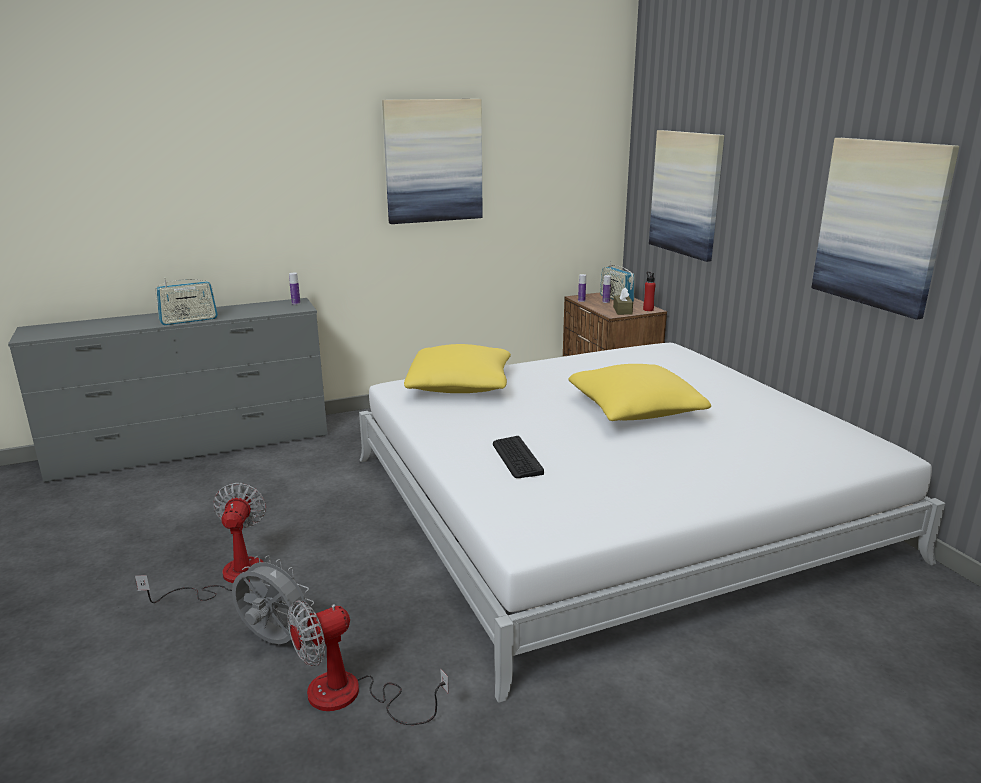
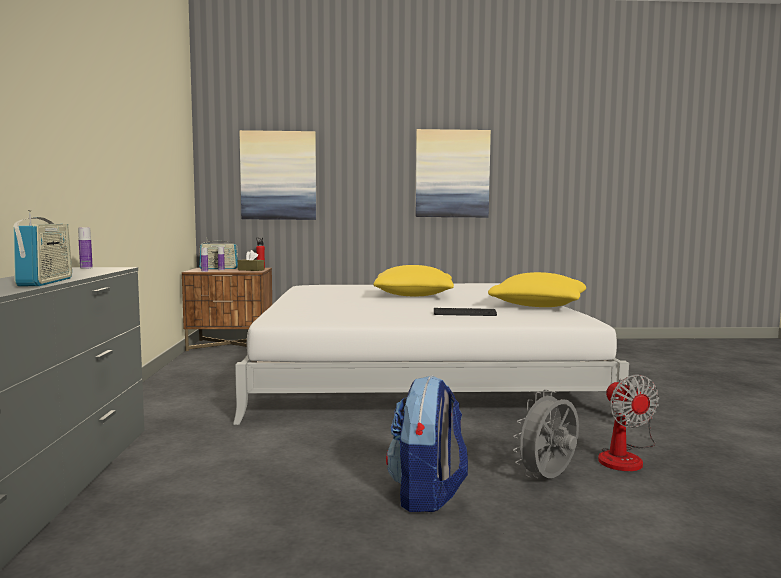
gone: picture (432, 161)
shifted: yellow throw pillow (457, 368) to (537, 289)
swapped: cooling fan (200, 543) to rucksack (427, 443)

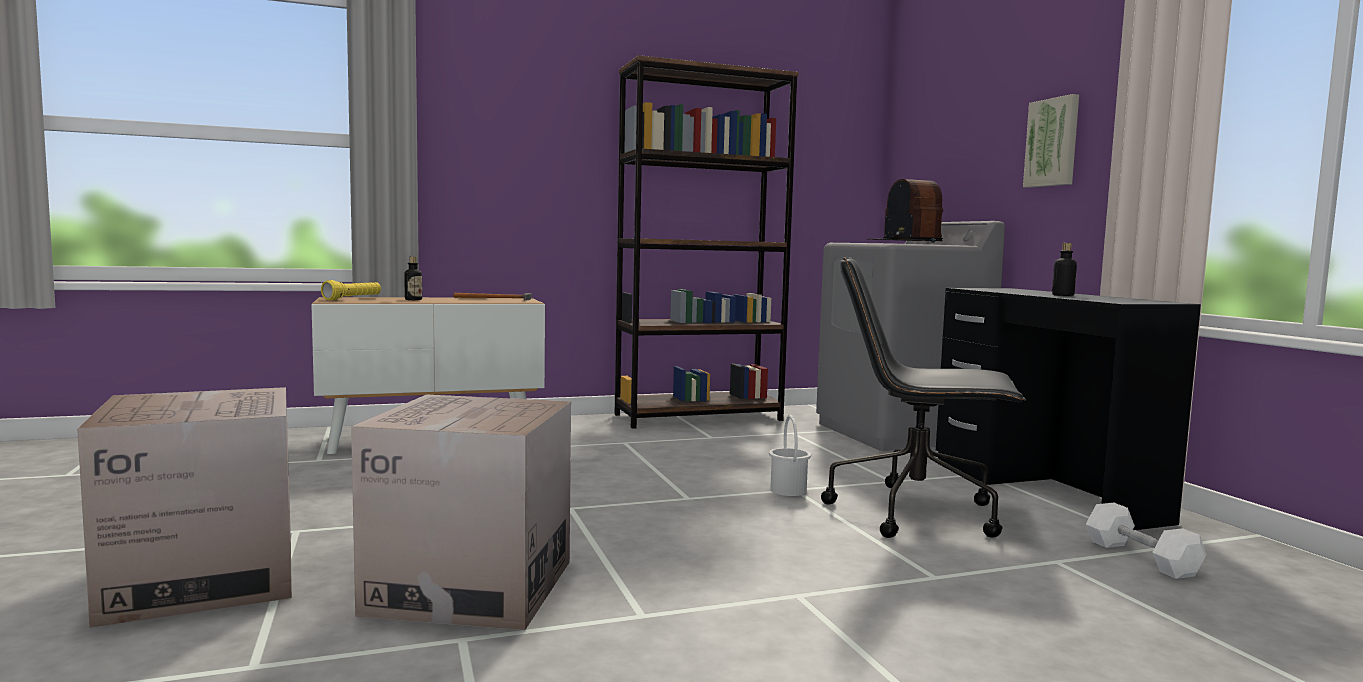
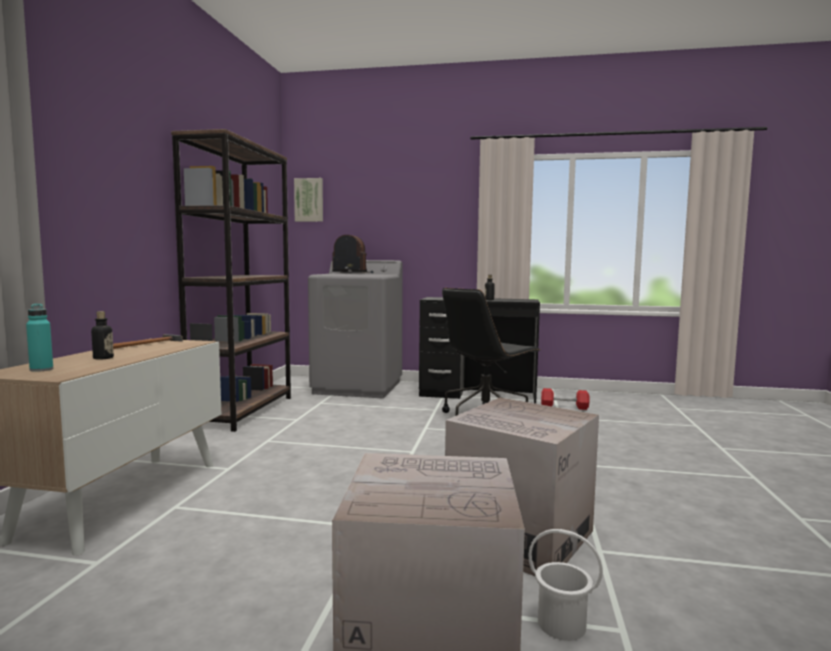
shifted: picture (1051, 141) to (308, 200); white-coloured pail (790, 455) to (566, 585)
swapped: yellow hand torch (351, 290) to turquoise drink bottle (39, 338)
repainted: white-coloured dumbbell (1146, 541) to reddish dumbbell (565, 399)

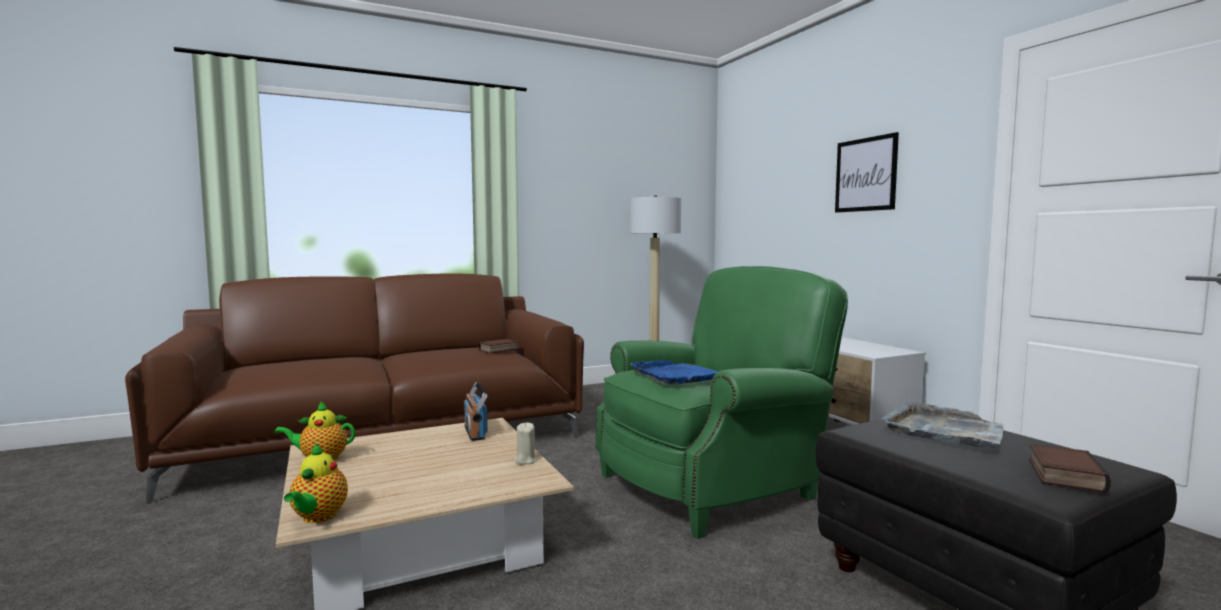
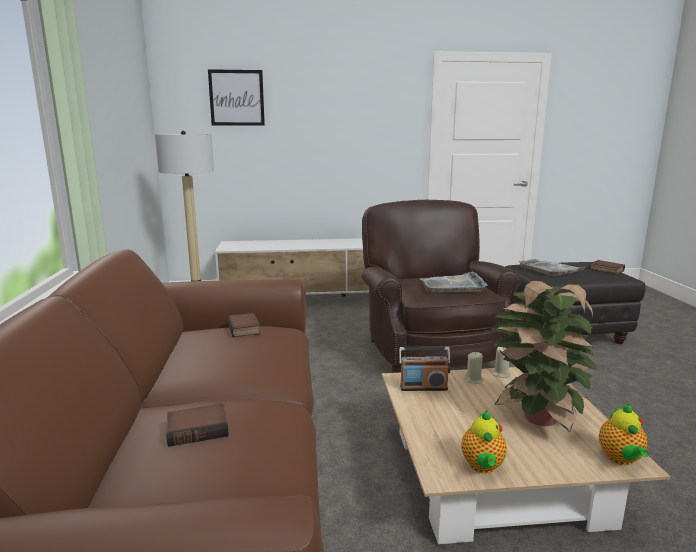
new: houseplant (544, 356); sand-coloured wax candle (473, 368); bound book (197, 425)
shifted: picture (867, 172) to (236, 97)
repainted: green-coloured lounge chair (721, 402) to brownish lounge chair (441, 286); blue carrying tray (674, 372) to gray carrying tray (453, 282)
rotated: teapot (316, 483) = (624, 434) 75 degrees clockwise

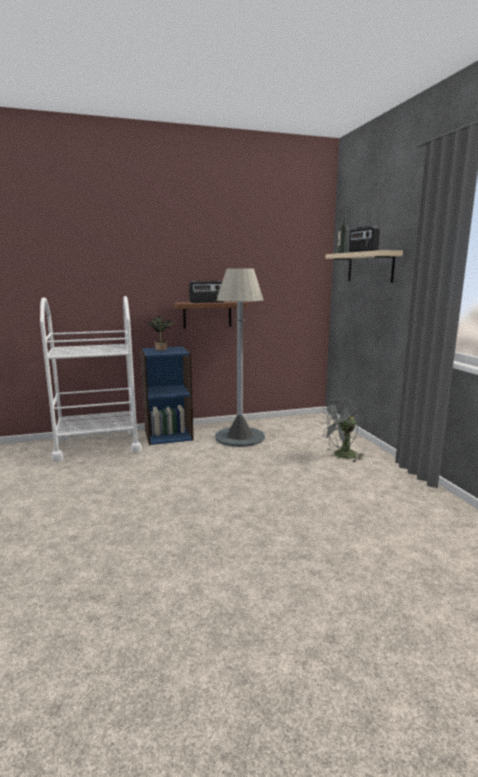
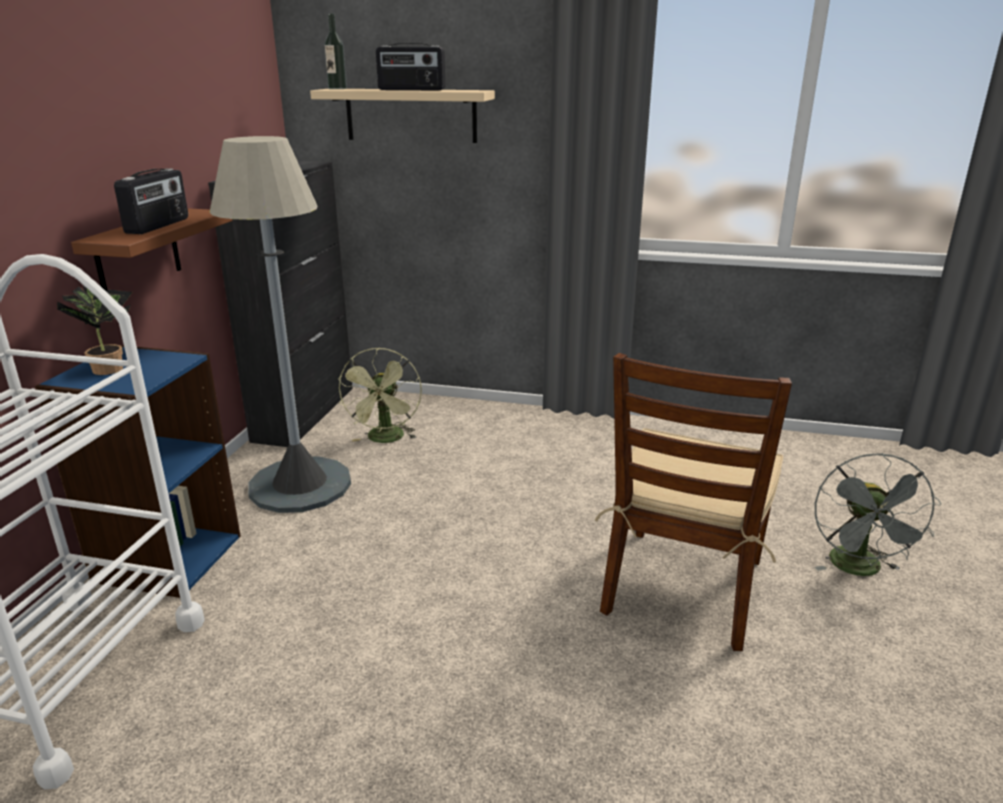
new: black-coloured cupboard (280, 304); green-coloured cooling fan (379, 395); brownish chair (693, 502)
shifted: gray cooling fan (341, 430) to (877, 514)

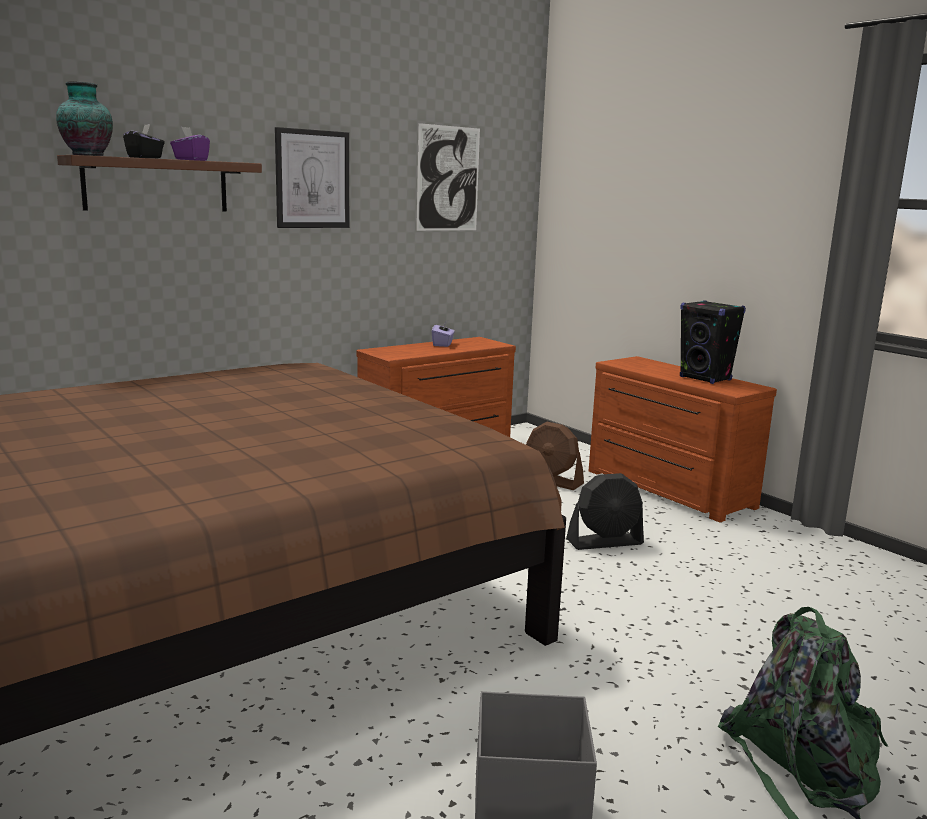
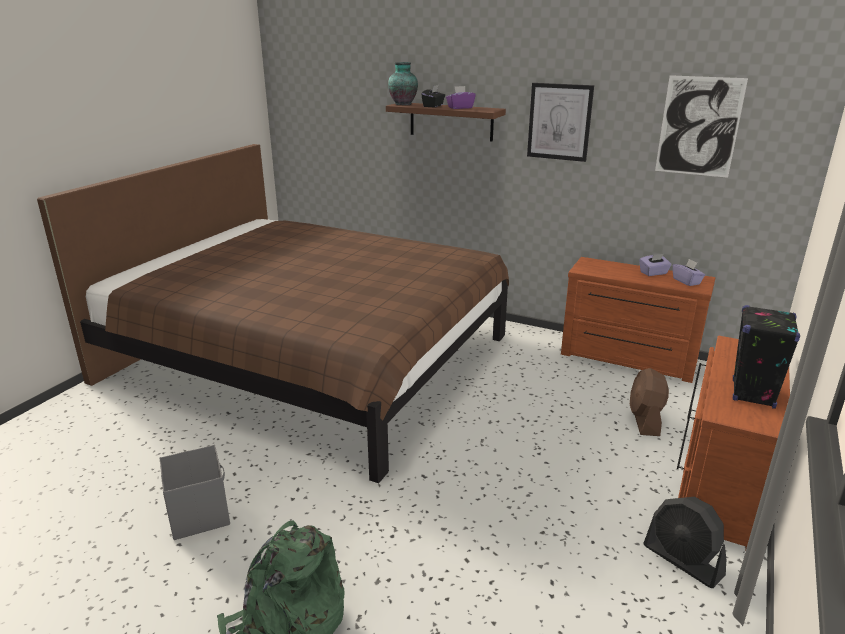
new: purple-coloured tissue box (689, 272)
shifted: black-coloured cooling fan (605, 511) to (684, 542)

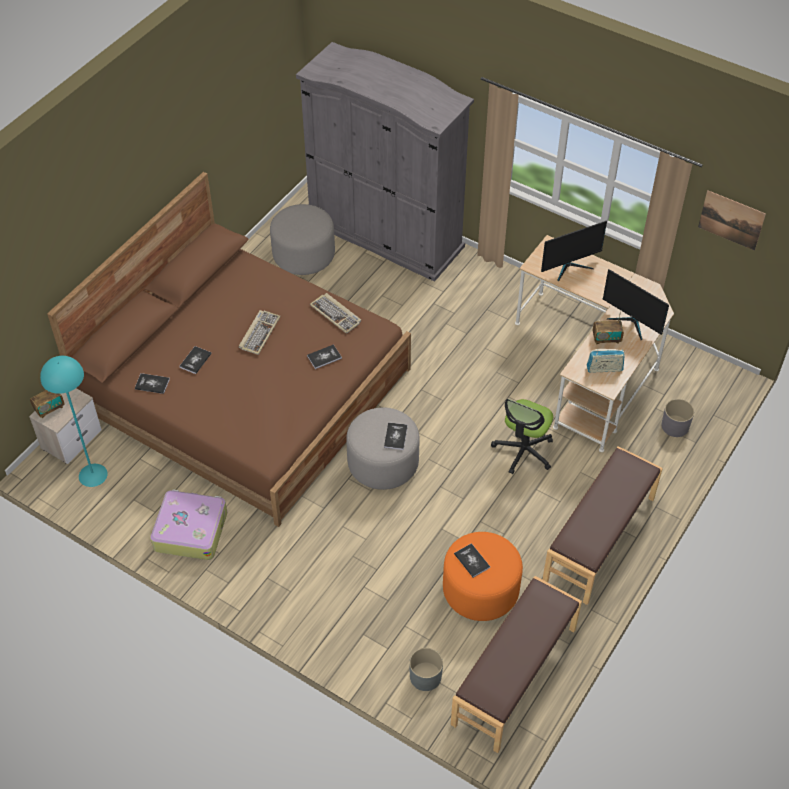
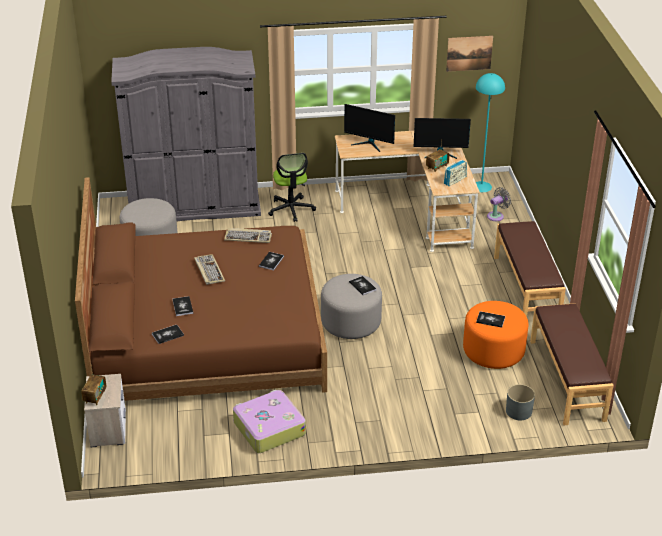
shifted: turquoise floor lamp (74, 421) to (490, 132); office chair (522, 436) to (292, 187)
swapped: gray plant pot (677, 418) to gray cooling fan (499, 204)
rotated: computer screen (574, 251) = (369, 128) 90 degrees clockwise

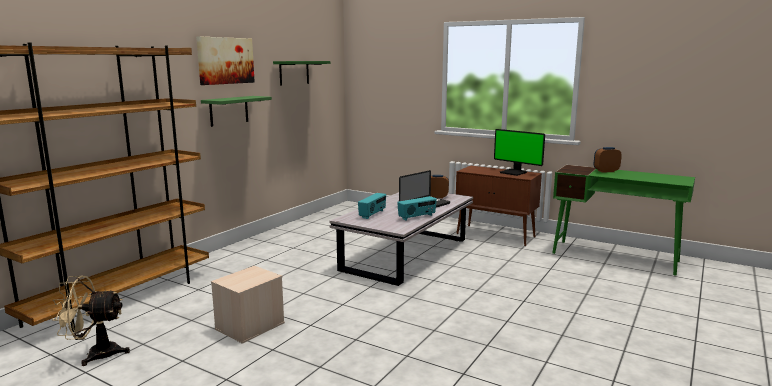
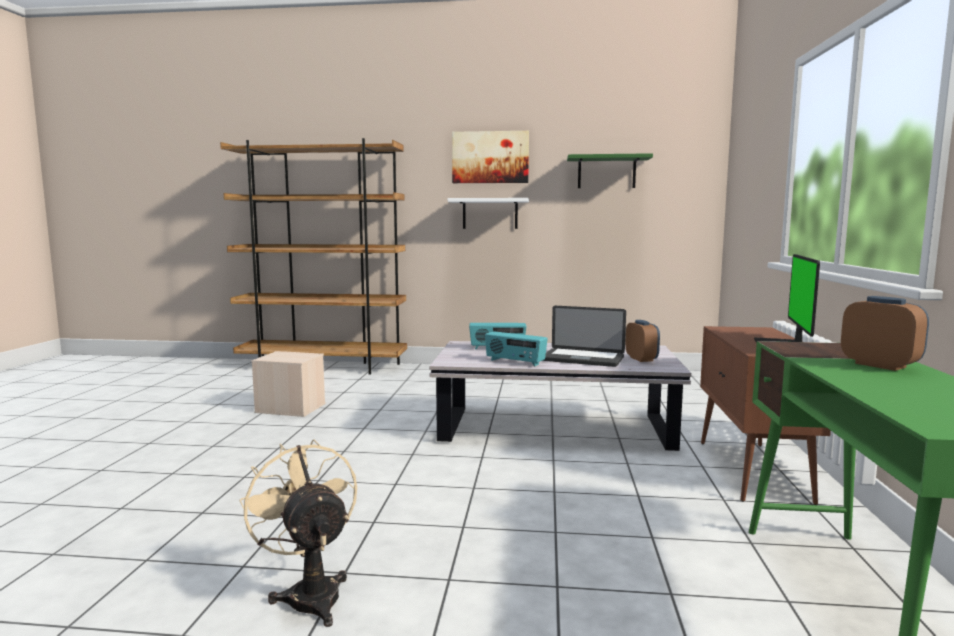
shifted: sand-coloured cooling fan (91, 321) to (298, 533)
repainted: green-coloured shelf (236, 111) to white-coloured shelf (488, 213)

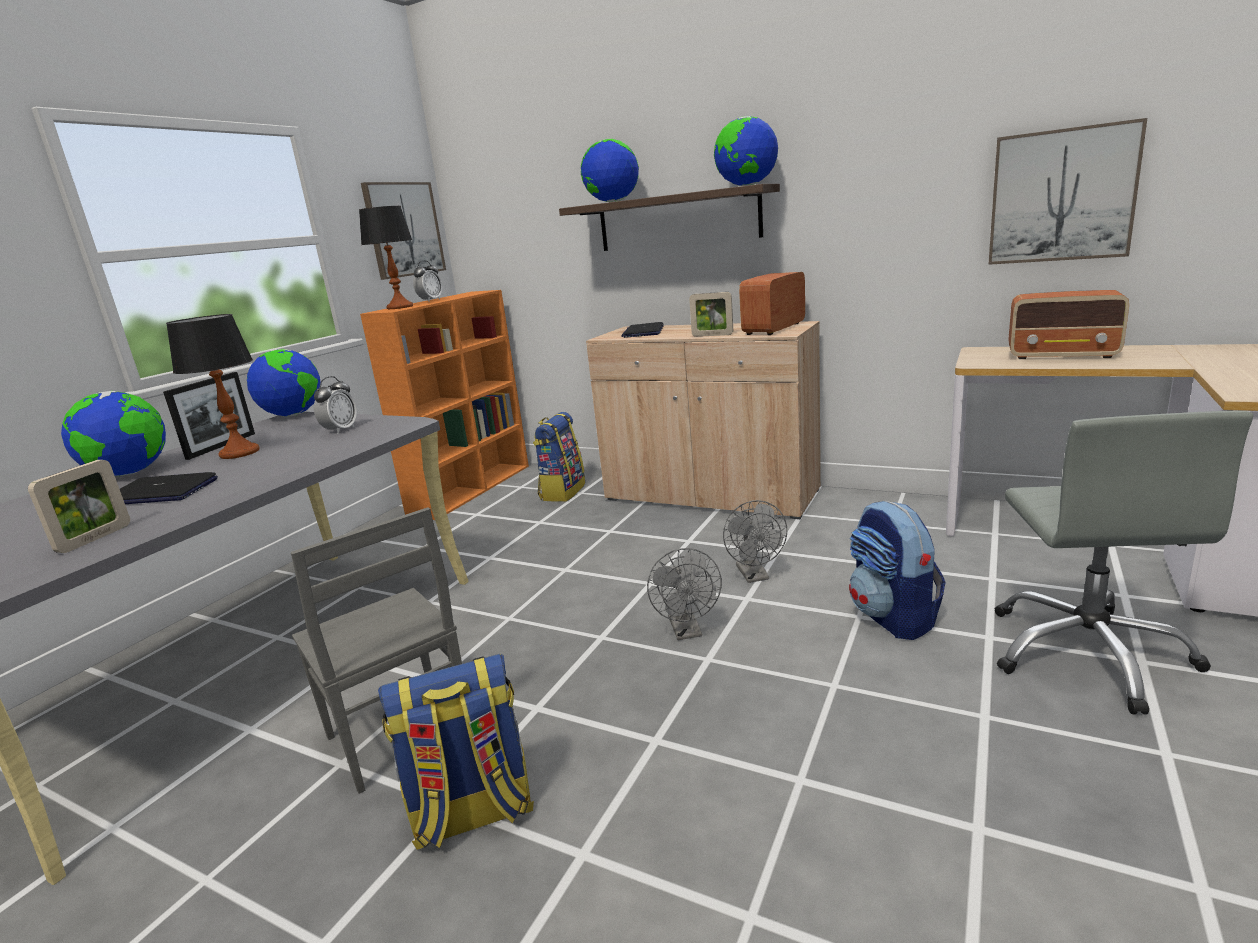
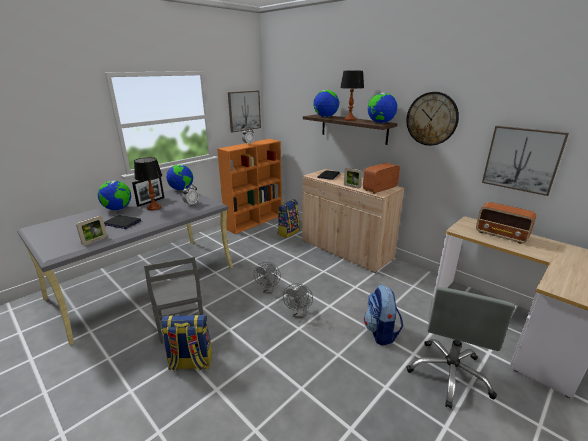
new: wall clock (432, 119)
shifted: tabletop lamp (386, 257) to (352, 96); gray cooling fan (755, 541) to (267, 278)

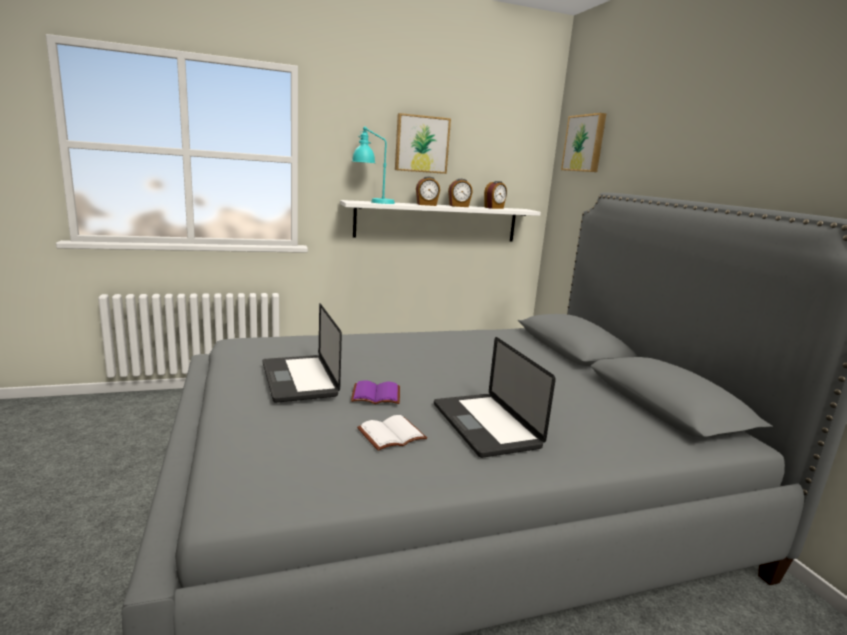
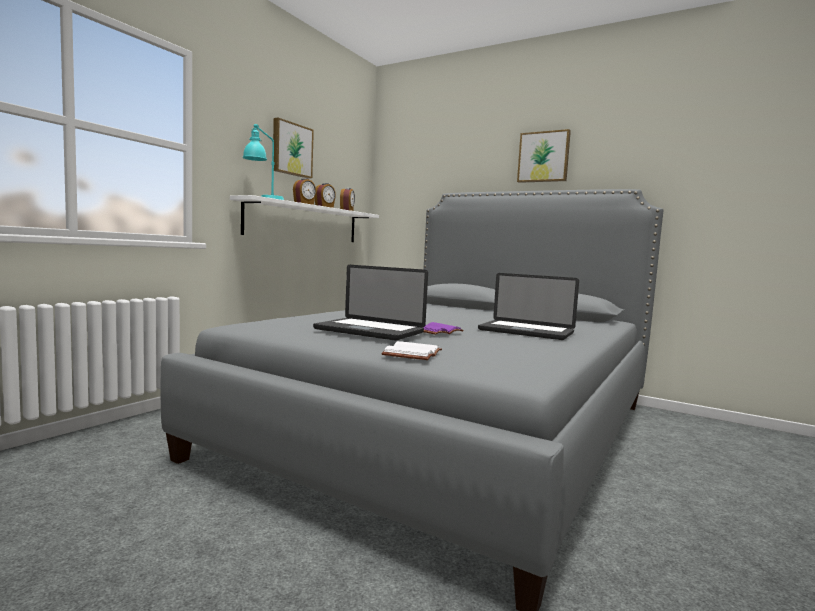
shifted: picture (584, 142) to (544, 156); white-coloured bound book (392, 433) to (411, 350)

